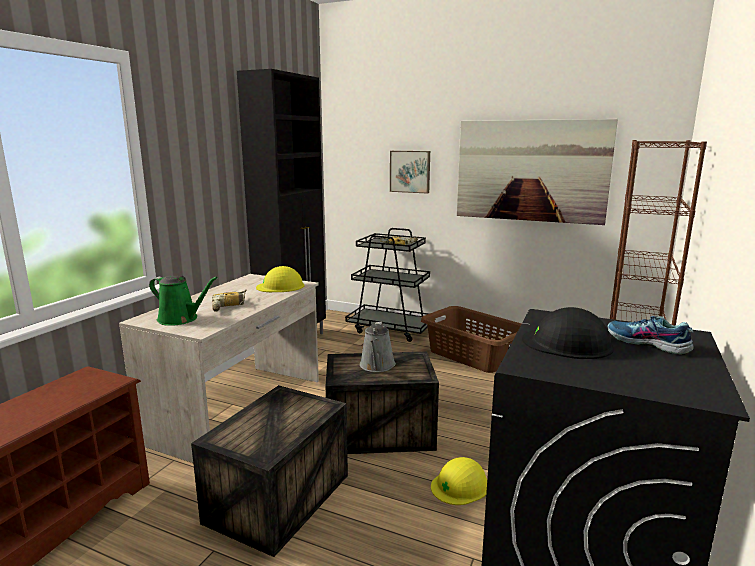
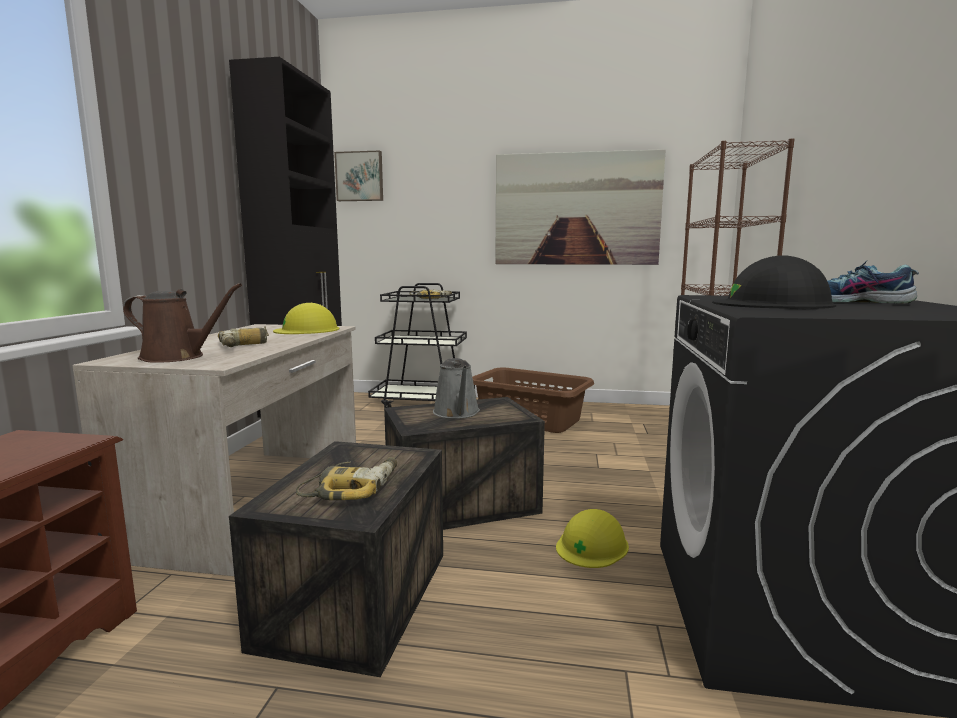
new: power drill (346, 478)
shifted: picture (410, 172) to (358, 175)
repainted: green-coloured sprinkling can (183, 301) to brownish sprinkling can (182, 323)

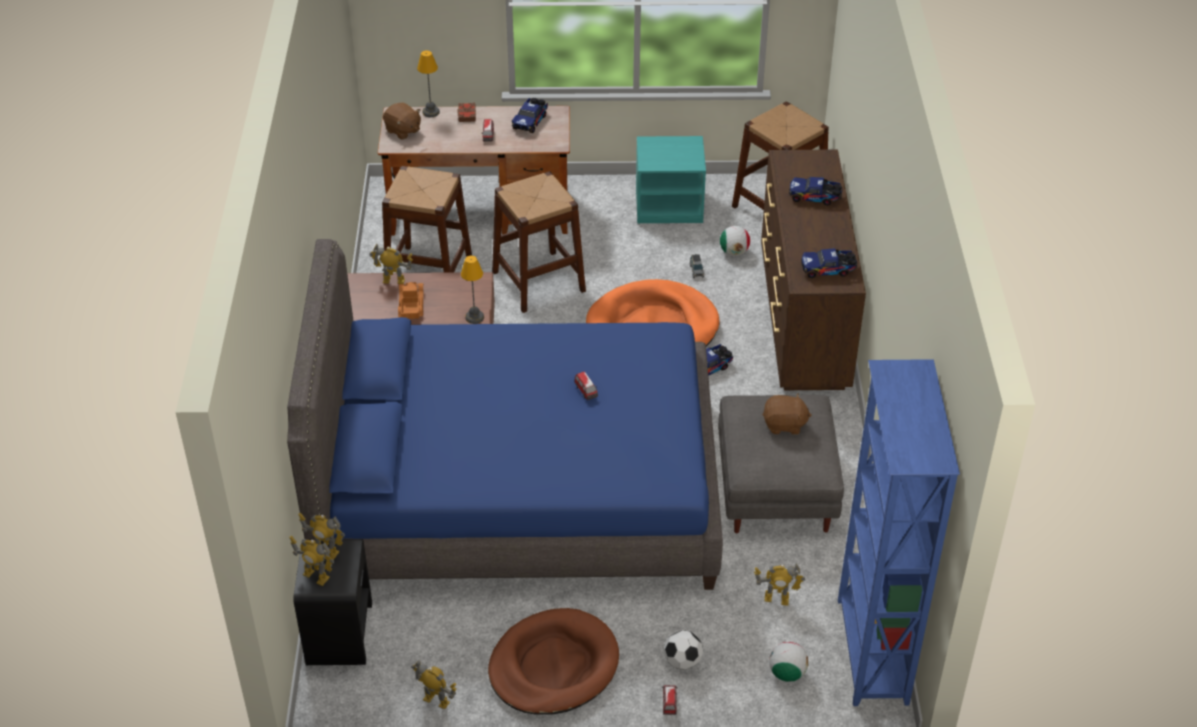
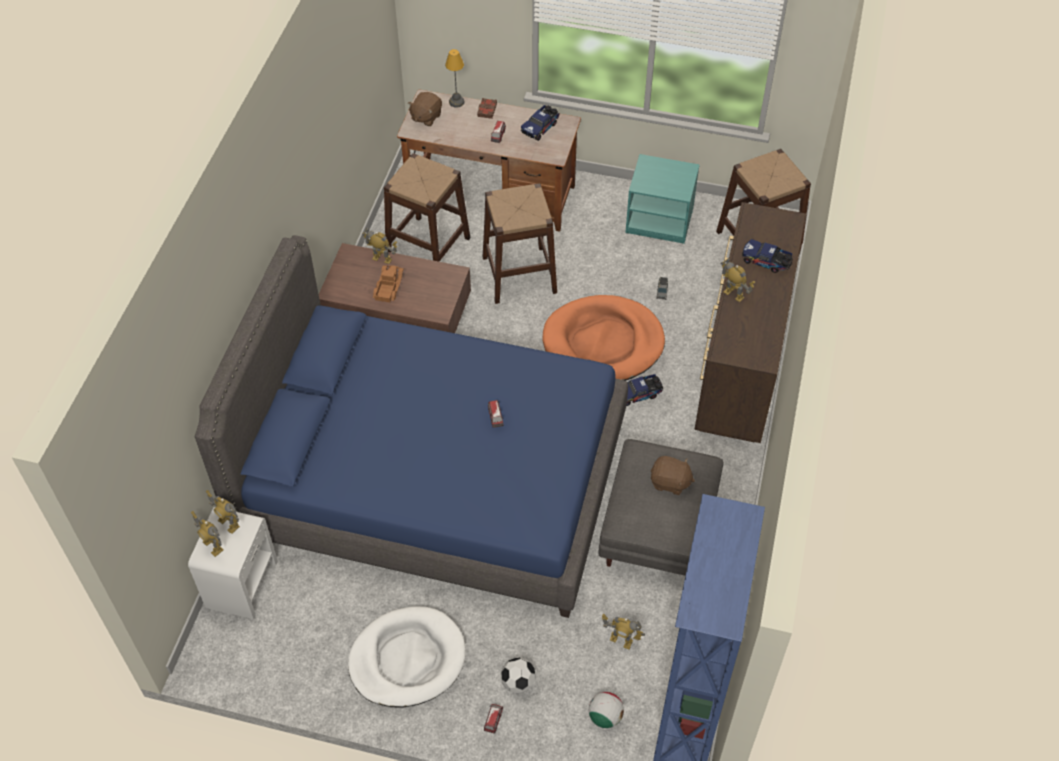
gone: ball for football (735, 241); toy lorry (829, 263); tabletop lamp (472, 290)
shifted: toy robot (433, 684) to (738, 280)
repainted: black-coloured bedside table (332, 602) to white-coloured bedside table (233, 563); brownish dog cushion (553, 661) to white-coloured dog cushion (407, 657)
rotated: brownish cuddly toy (402, 121) = (425, 109) 60 degrees clockwise

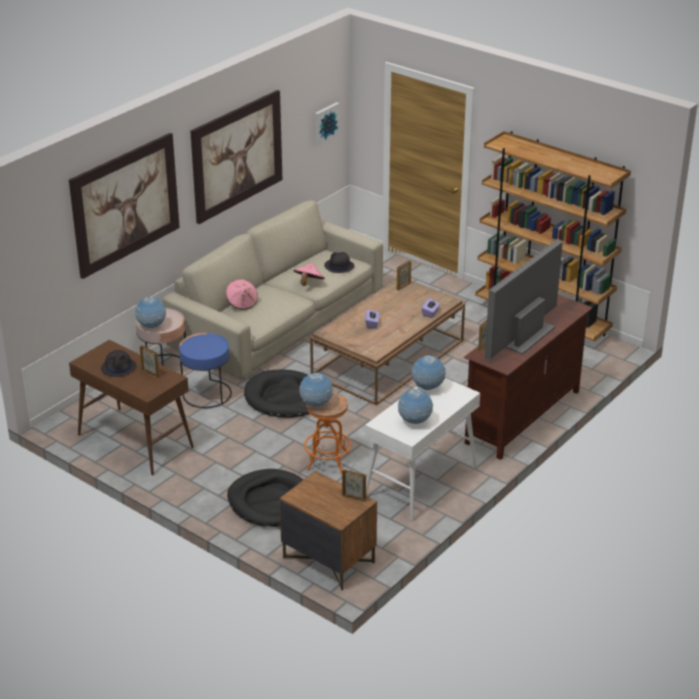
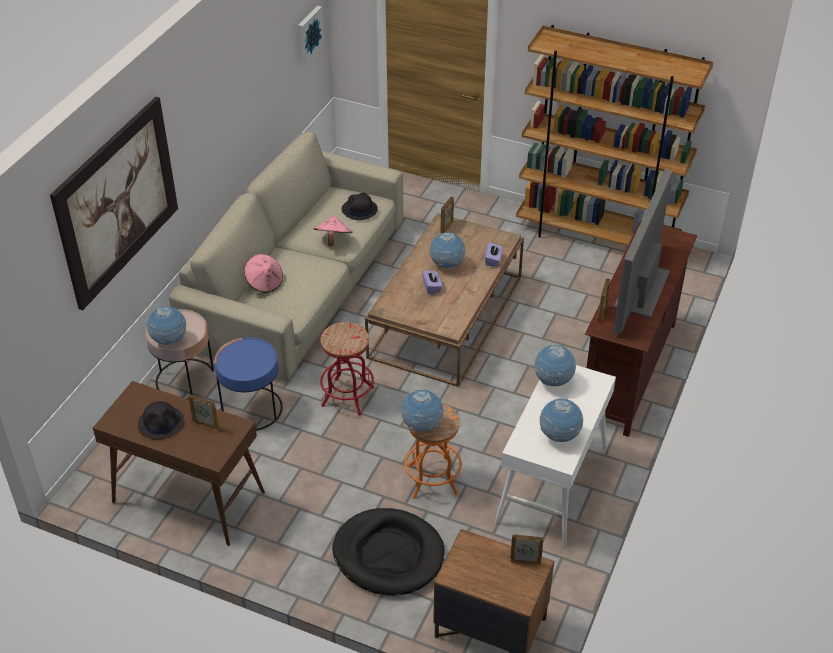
gone: picture (236, 157)
new: globe (448, 250)
swapped: black-coloured dog cushion (276, 393) to reddish stool (347, 368)

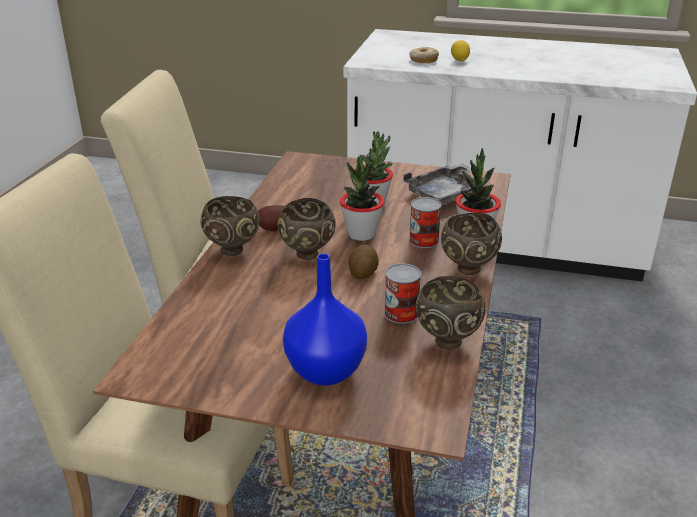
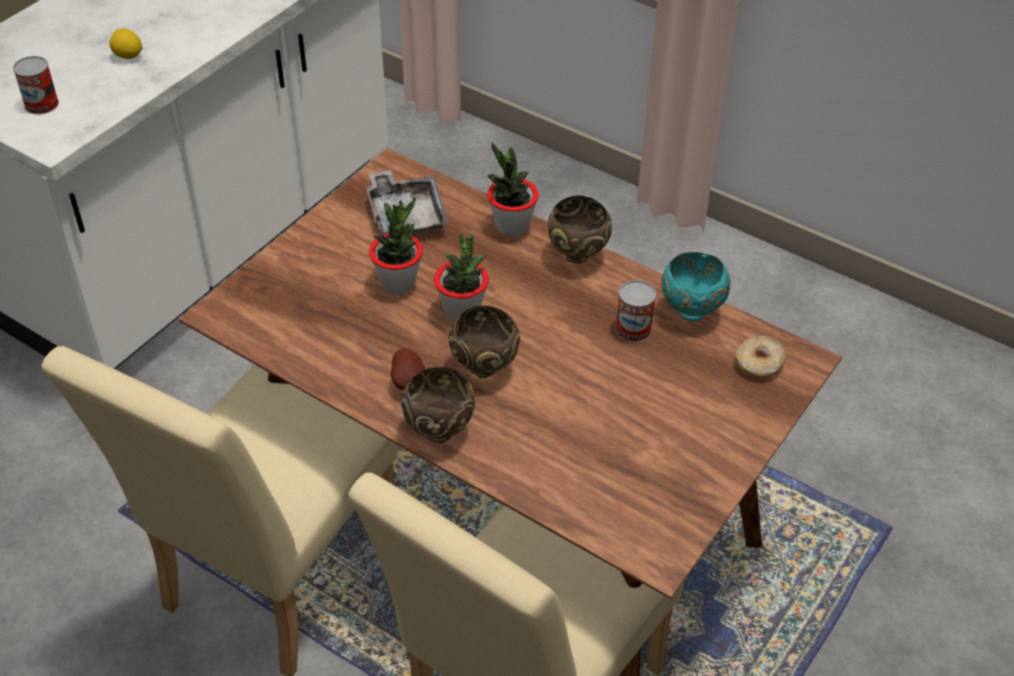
gone: potato (363, 262); blue decorative vase (325, 319)
shifted: donut (424, 55) to (761, 357); metal can (425, 222) to (36, 85)
repainted: brownish serving bowl (451, 313) to turquoise serving bowl (695, 287)

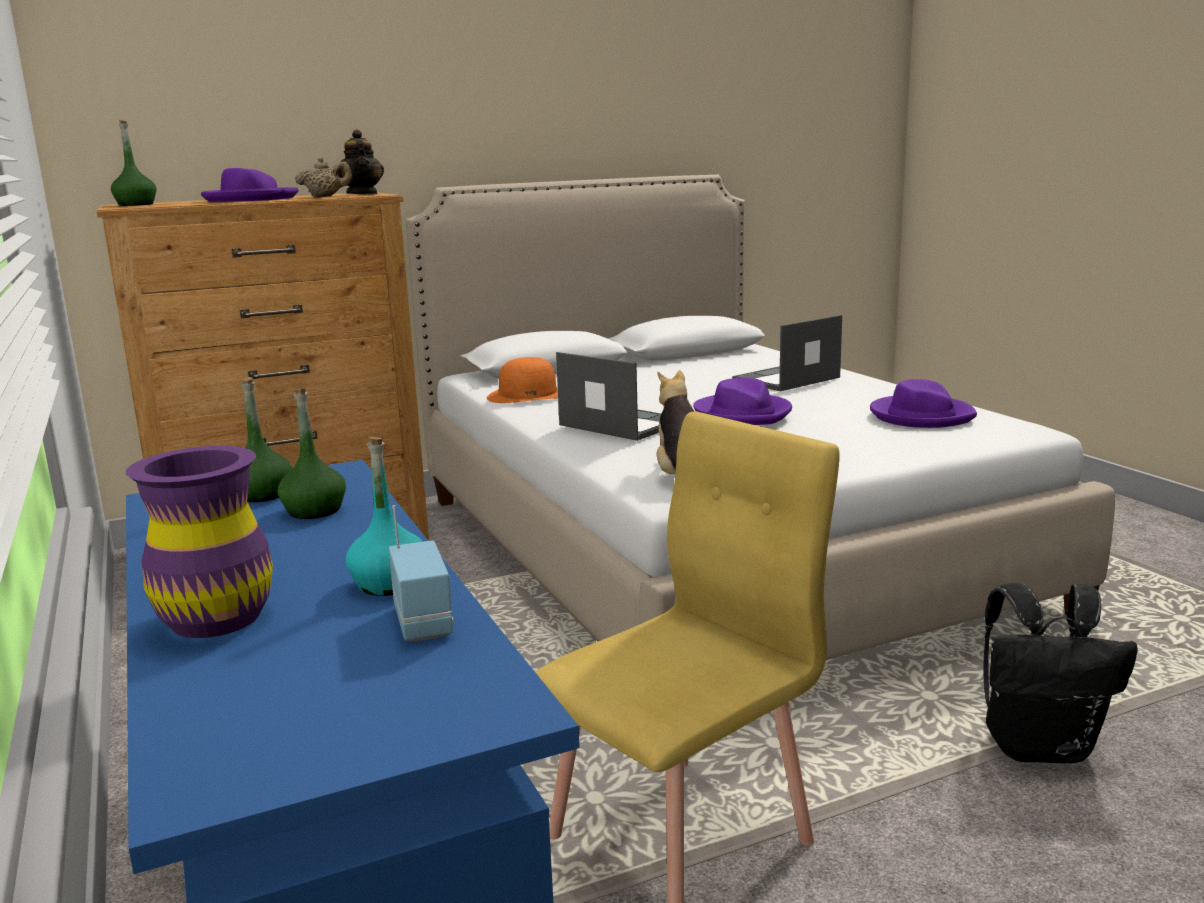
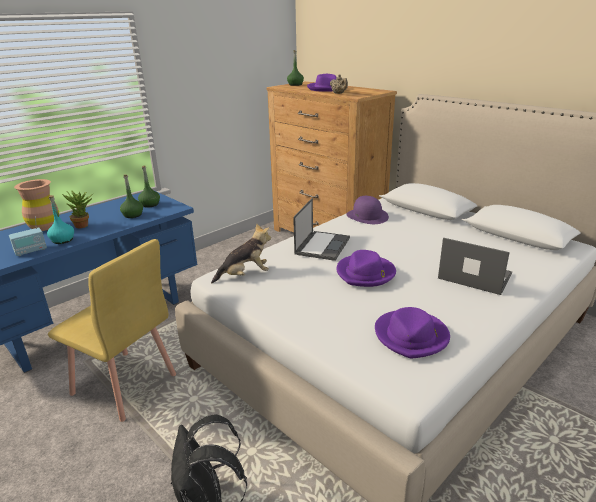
gone: teapot (361, 161)
new: houseplant (78, 209)
repainted: orangey clothing hat (522, 380) to purple-coloured clothing hat (367, 210); purple-coloured decorative vase (199, 542) to brownish decorative vase (36, 205)

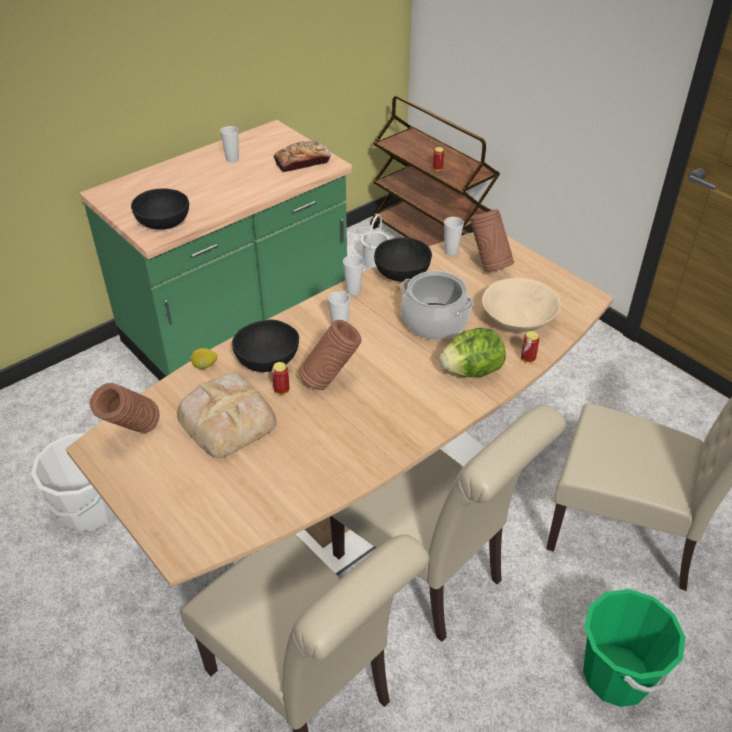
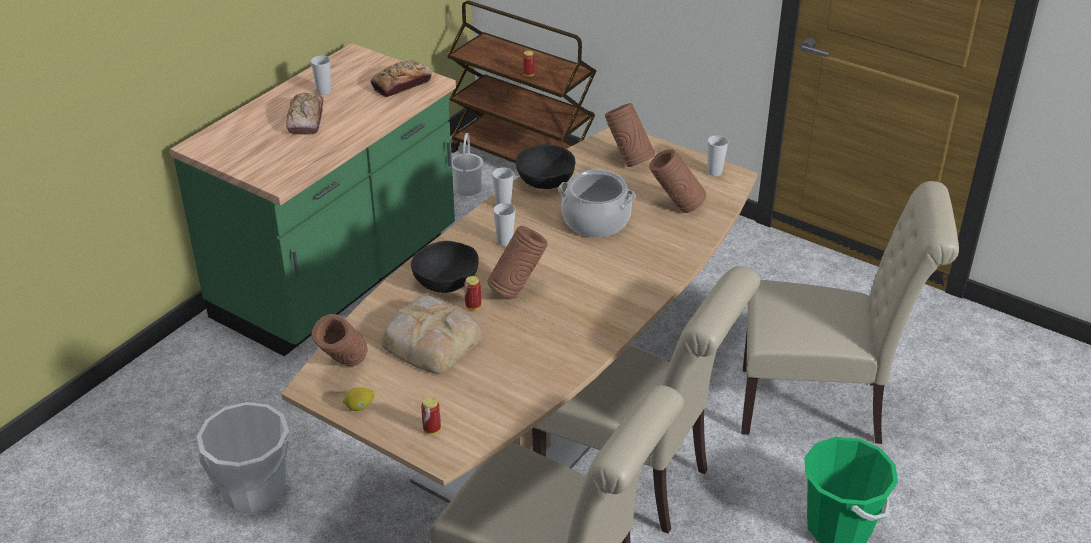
gone: black-coloured serving bowl (160, 209); head of lettuce (472, 352)
new: bread (305, 114)
shifted: cup (454, 236) to (718, 155); metal can (530, 347) to (431, 416); lemon (203, 358) to (358, 399)
swapped: sand-coloured serving bowl (521, 305) to brownish decorative vase (677, 181)

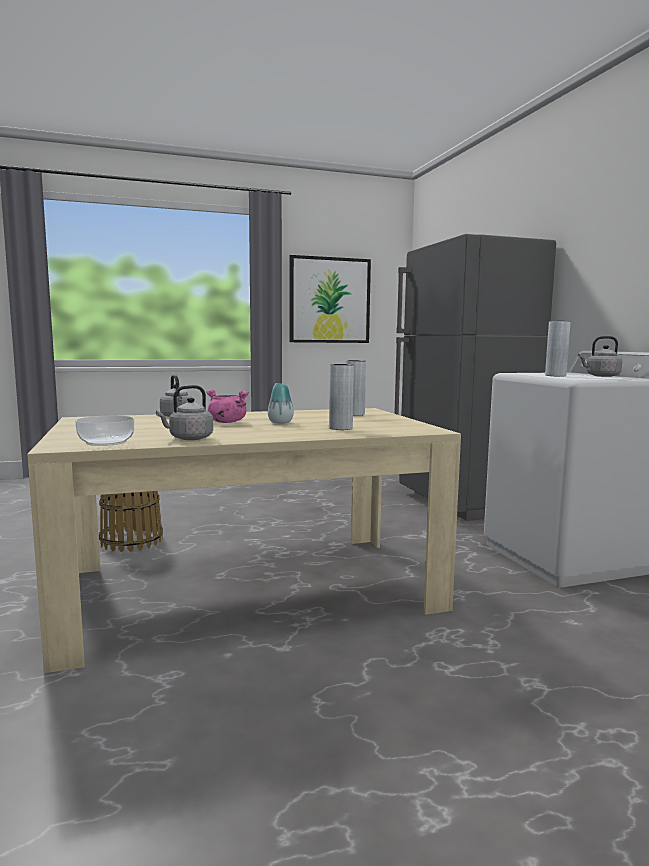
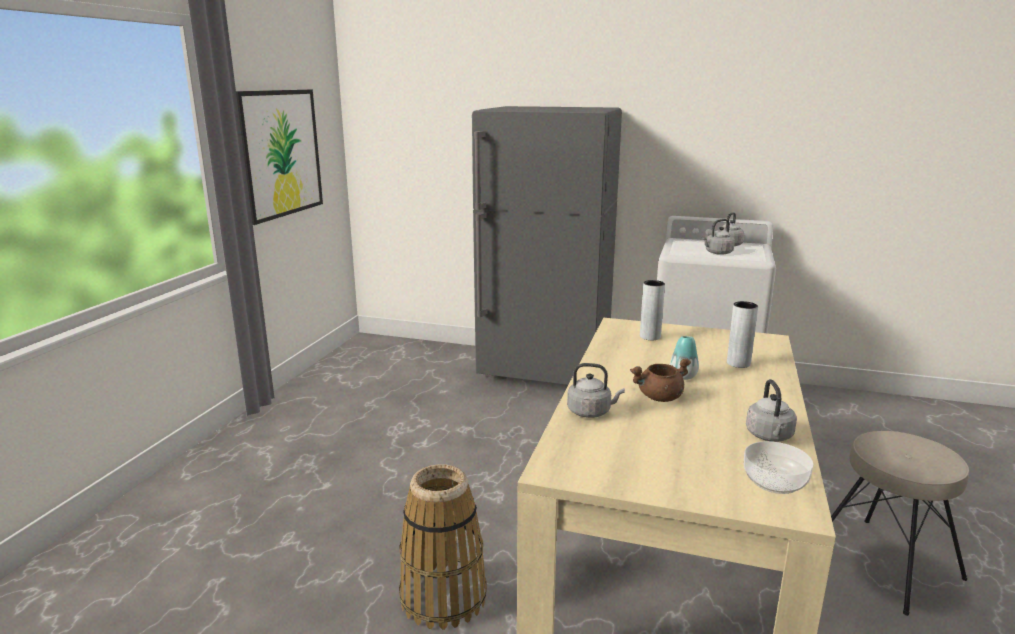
new: sand-coloured stool (900, 523)
swapped: gray decorative vase (558, 348) to gray water kettle (718, 237)
repainted: pink cooking pot (227, 406) to brownish cooking pot (660, 380)

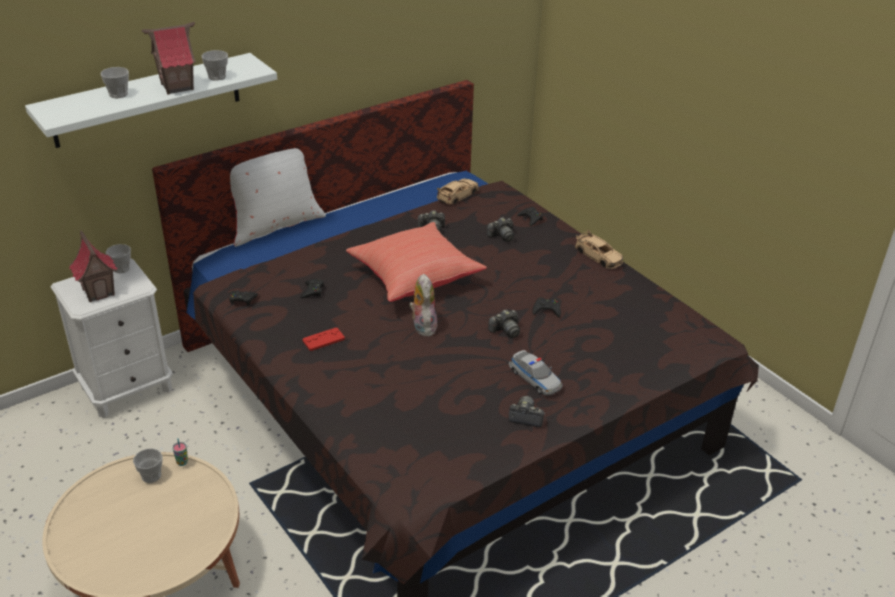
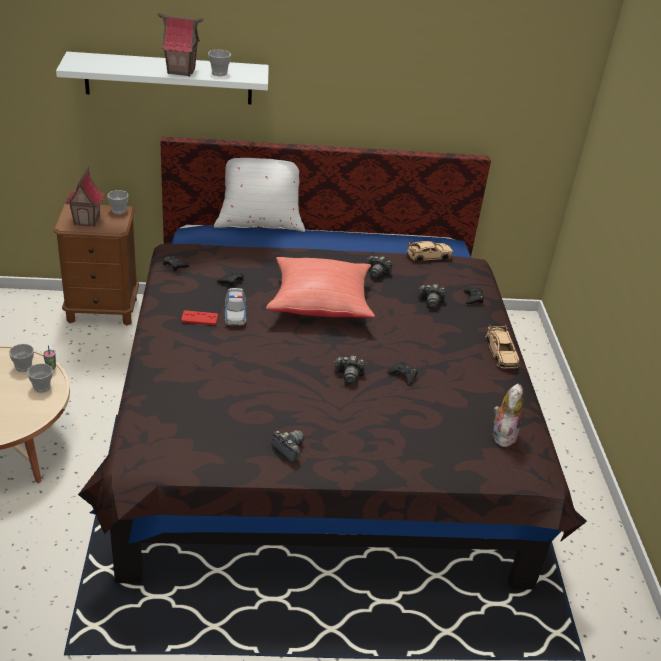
shifted: cup (114, 82) to (40, 378); cuddly toy (423, 305) to (508, 415); model car (535, 373) to (235, 307)
repainted: white-coloured bedside table (111, 338) to brownish bedside table (96, 265)

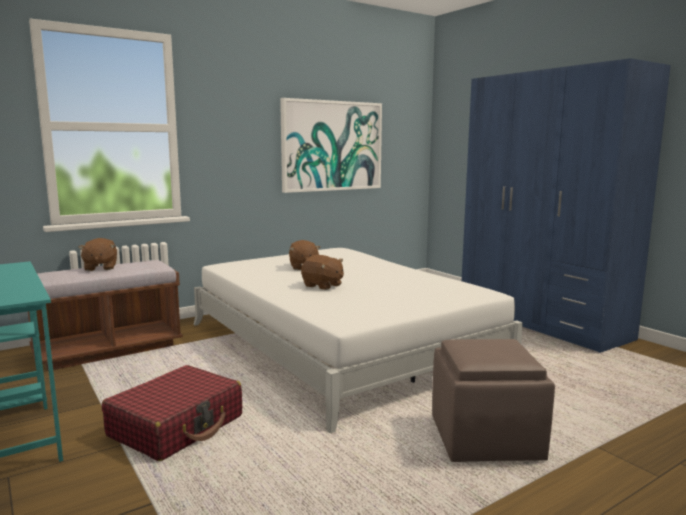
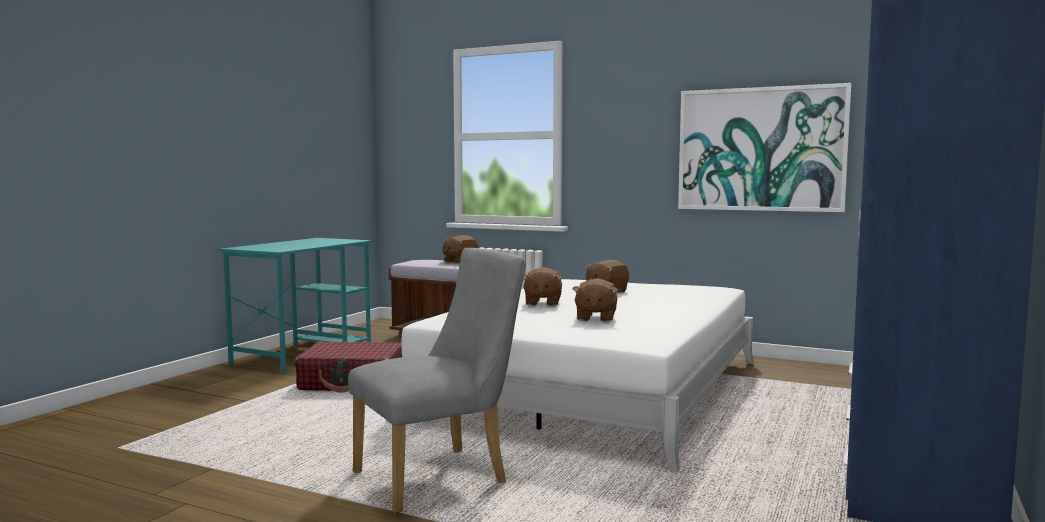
new: brownish cuddly toy (595, 300)
swapped: brownish pouffe (493, 400) to gray chair (437, 381)

